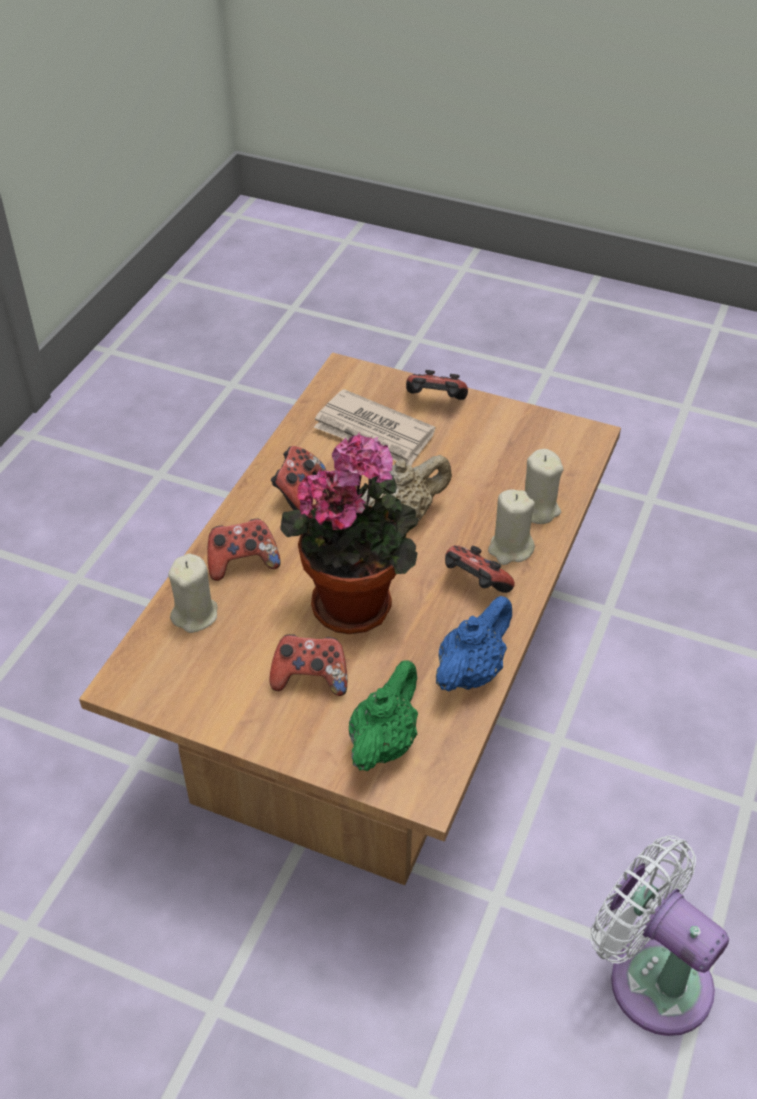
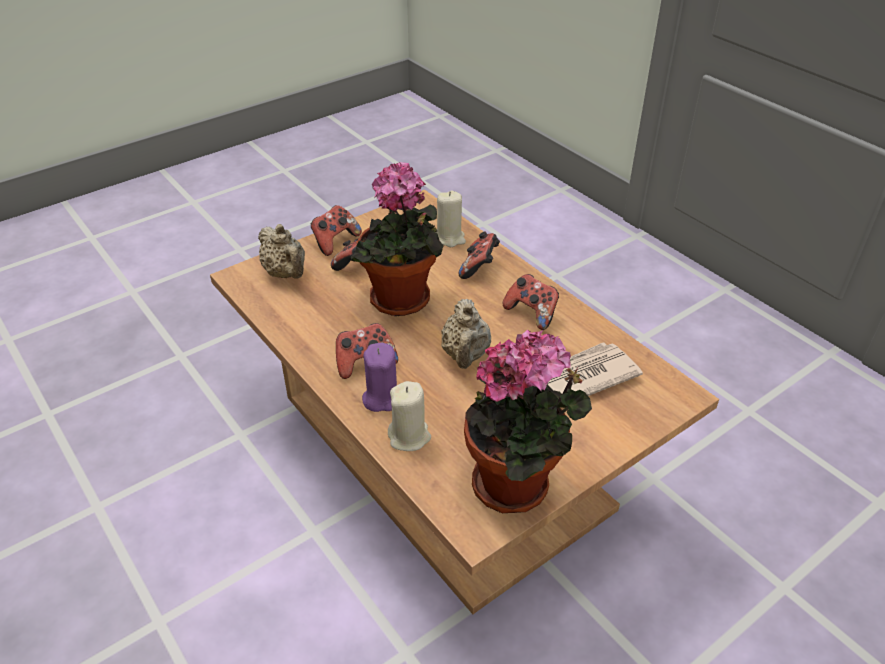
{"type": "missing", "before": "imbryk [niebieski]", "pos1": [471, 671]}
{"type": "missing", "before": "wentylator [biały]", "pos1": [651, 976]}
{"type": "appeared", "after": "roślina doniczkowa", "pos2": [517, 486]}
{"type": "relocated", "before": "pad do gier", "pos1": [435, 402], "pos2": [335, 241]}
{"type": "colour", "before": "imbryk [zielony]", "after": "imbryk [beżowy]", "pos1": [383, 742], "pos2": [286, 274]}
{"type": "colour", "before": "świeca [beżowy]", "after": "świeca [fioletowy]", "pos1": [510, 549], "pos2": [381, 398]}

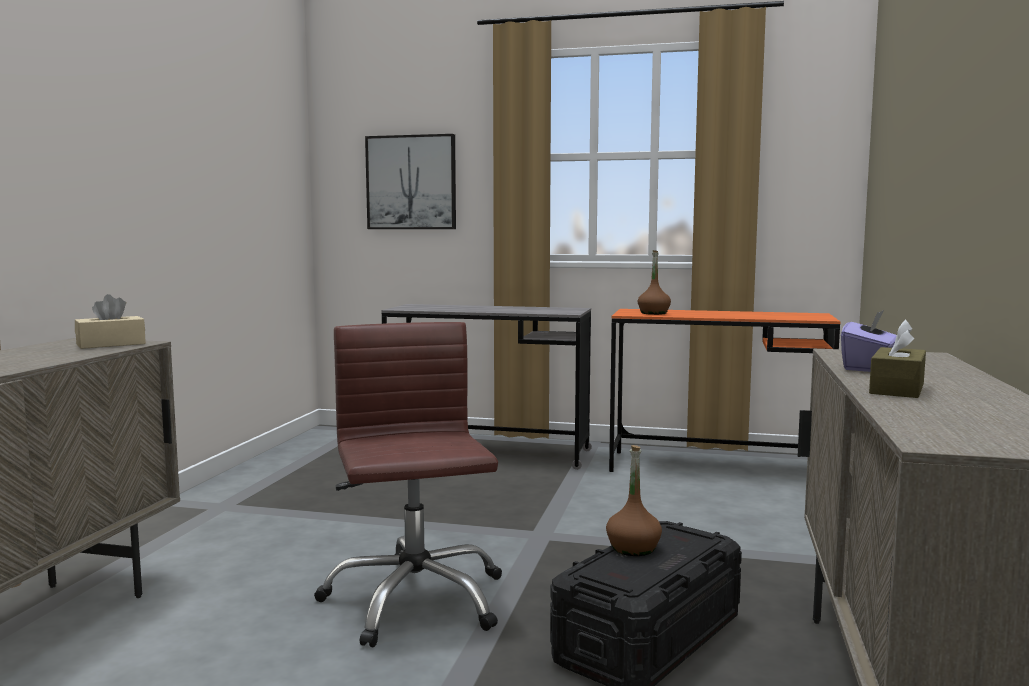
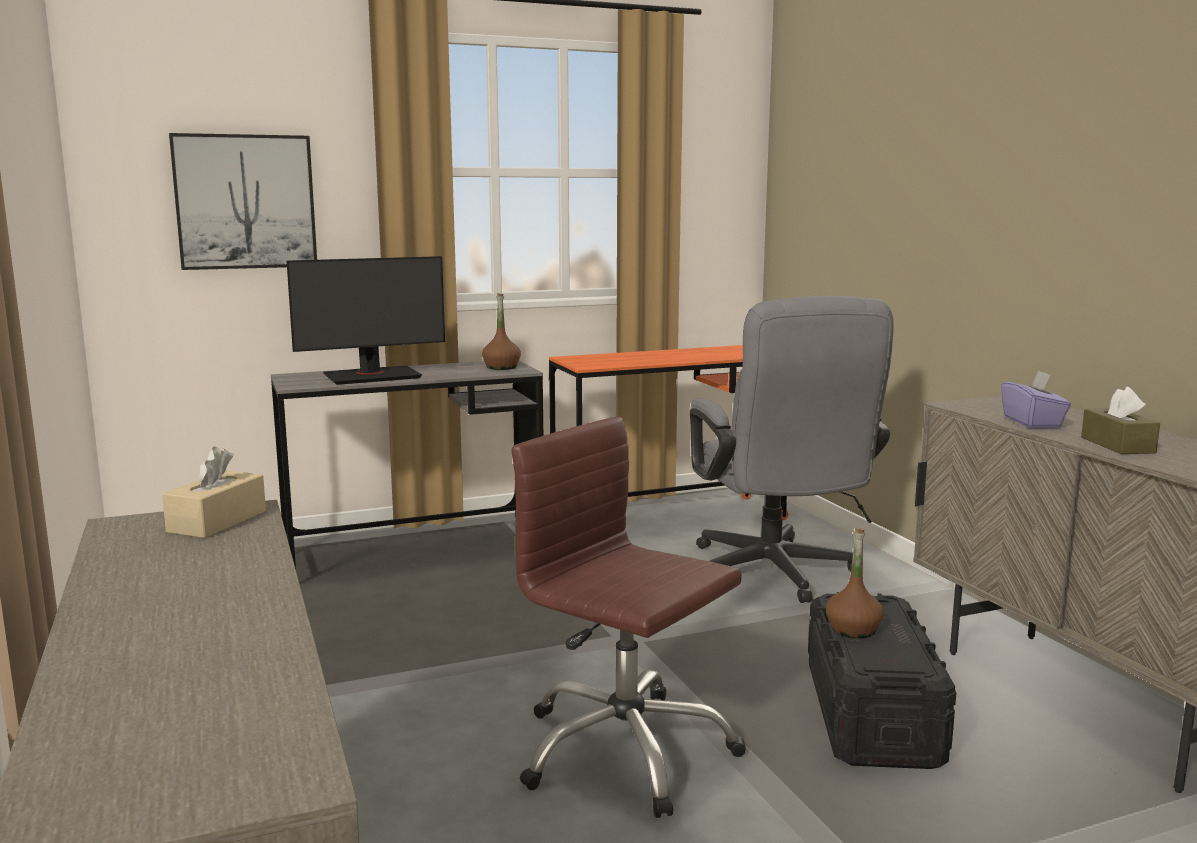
{"type": "appeared", "after": "monitor", "pos2": [372, 376]}
{"type": "appeared", "after": "krzesło biurowe [szary]", "pos2": [776, 575]}
{"type": "relocated", "before": "butelka [brązowy]", "pos1": [654, 313], "pos2": [501, 367]}

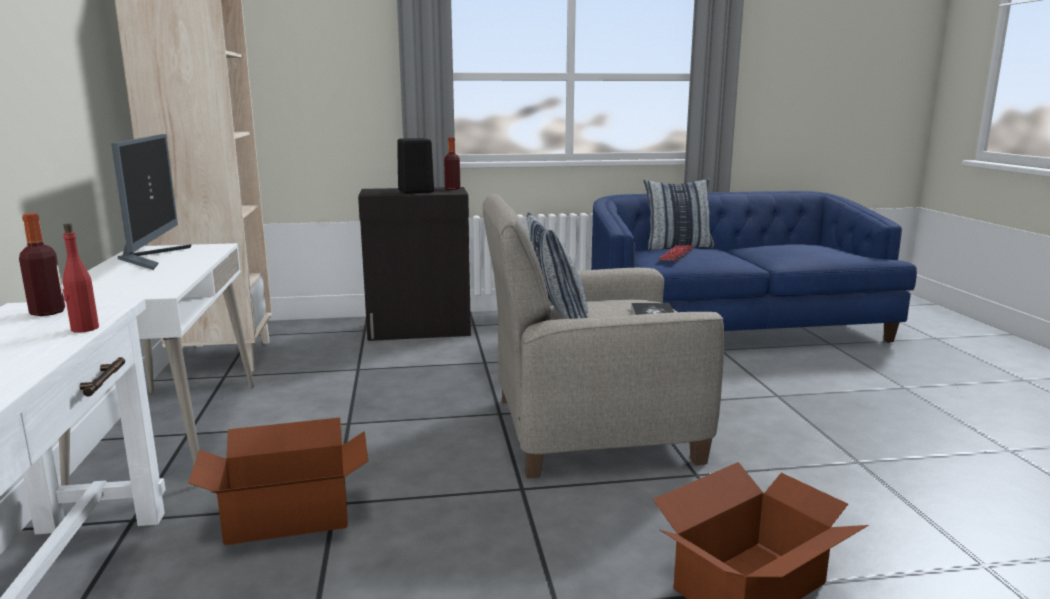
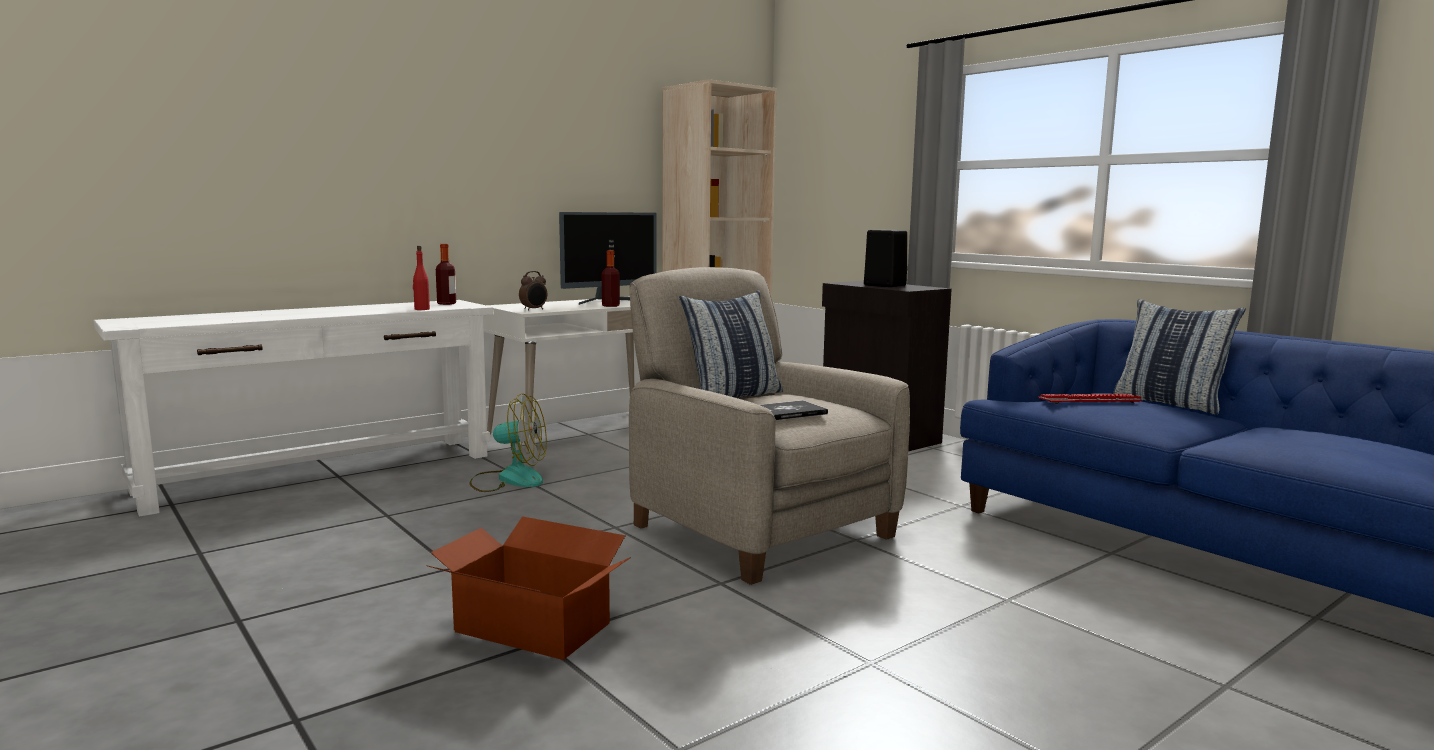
{"type": "appeared", "after": "budzik", "pos2": [534, 309]}
{"type": "relocated", "before": "butelka", "pos1": [452, 189], "pos2": [610, 306]}
{"type": "exchanged", "before": "karton", "after": "wentylator", "pos1": [287, 516], "pos2": [509, 479]}

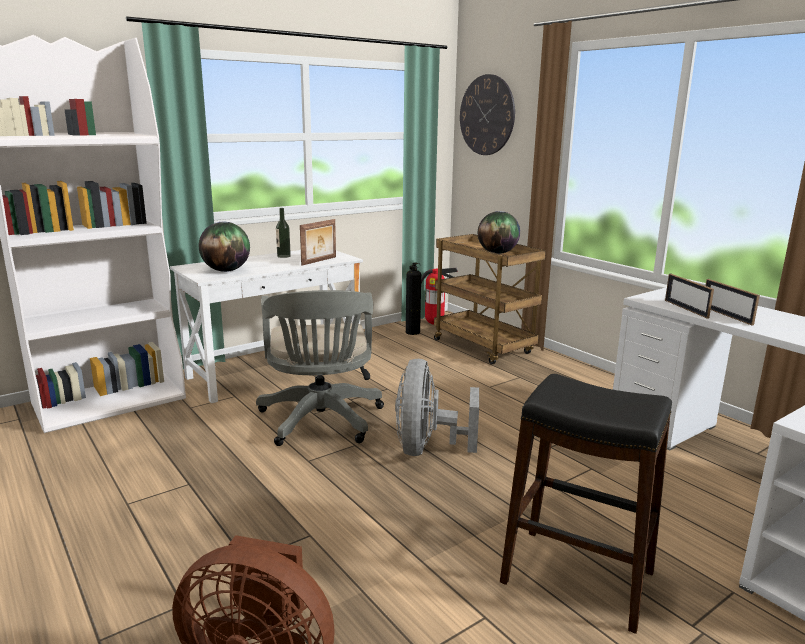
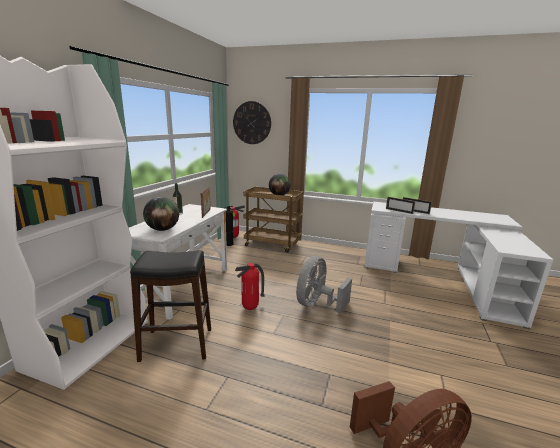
{"type": "relocated", "before": "stołek [czarny]", "pos1": [576, 577], "pos2": [176, 344]}
{"type": "exchanged", "before": "krzesło biurowe [szary]", "after": "gaśnica", "pos1": [321, 422], "pos2": [250, 309]}
{"type": "spun", "before": "wentylator [szary]", "pos1": [427, 448], "pos2": [317, 304], "turn": 60}

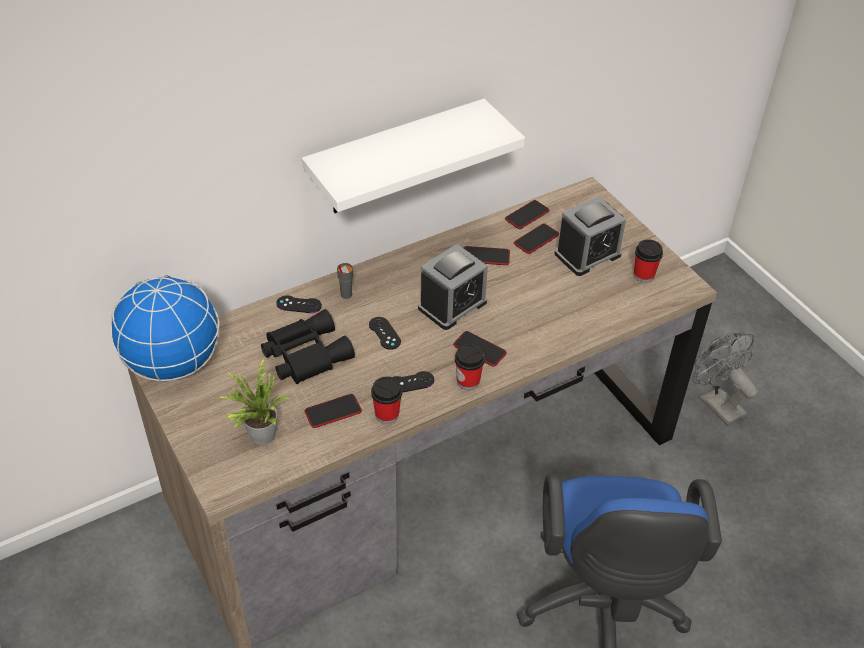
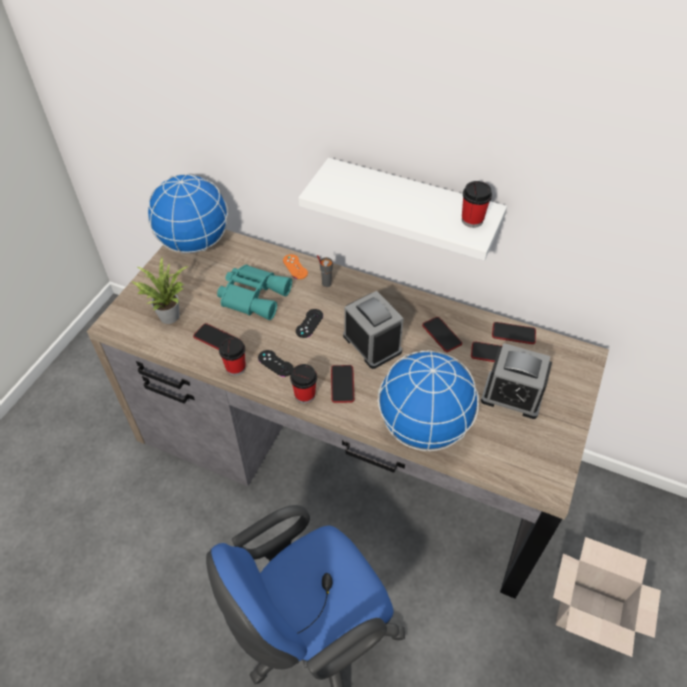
{"type": "appeared", "after": "globus", "pos2": [424, 427]}
{"type": "relocated", "before": "filiżanka", "pos1": [643, 275], "pos2": [472, 220]}
{"type": "exchanged", "before": "wentylator [szary]", "after": "karton", "pos1": [716, 403], "pos2": [587, 614]}
{"type": "colour", "before": "lornetka [czarny]", "after": "lornetka [turkusowy]", "pos1": [304, 354], "pos2": [254, 295]}
{"type": "colour", "before": "pad do gier [czarny]", "after": "pad do gier [pomarańczowy]", "pos1": [299, 304], "pos2": [295, 267]}
{"type": "spun", "before": "budzik", "pos1": [452, 305], "pos2": [372, 344], "turn": -135}

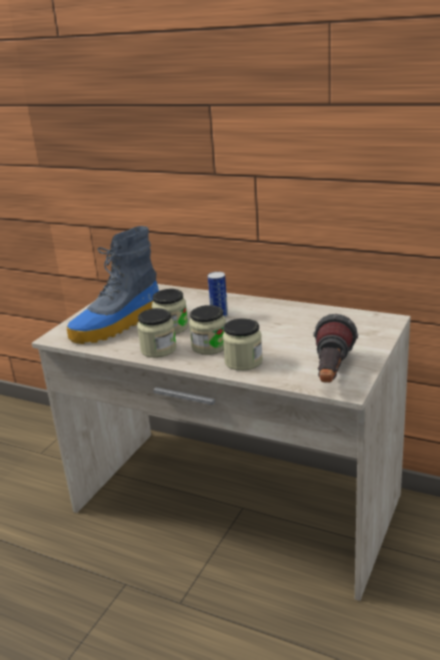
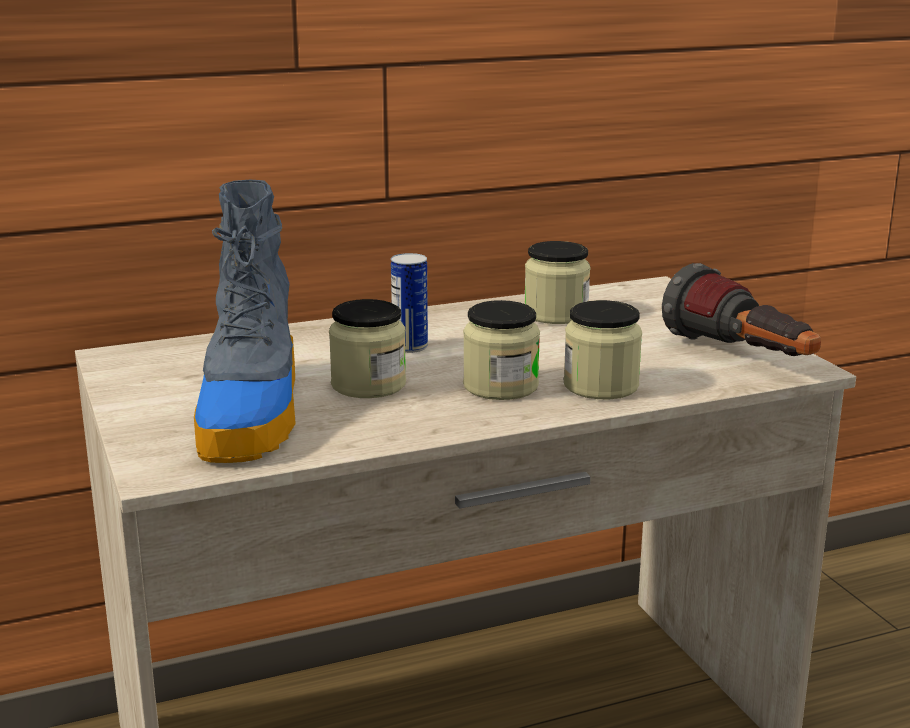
{"type": "relocated", "before": "słoik", "pos1": [158, 349], "pos2": [556, 314]}

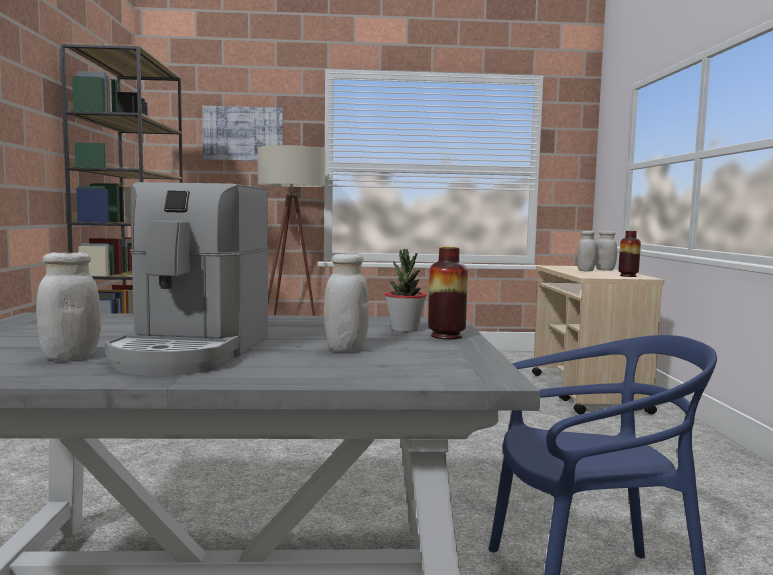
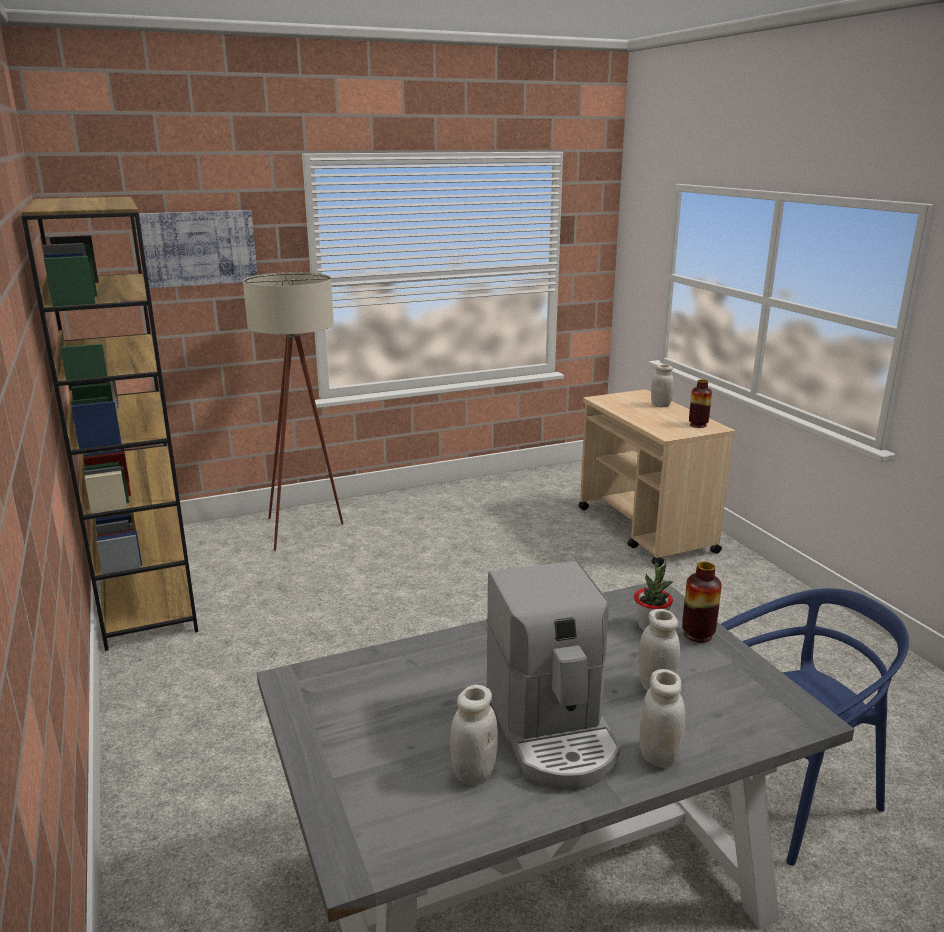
{"type": "relocated", "before": "słoik [biały]", "pos1": [586, 271], "pos2": [658, 755]}

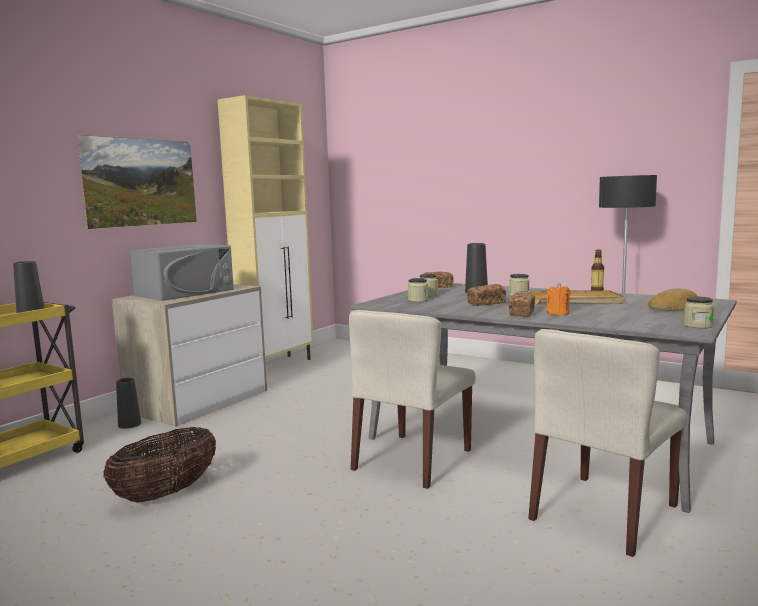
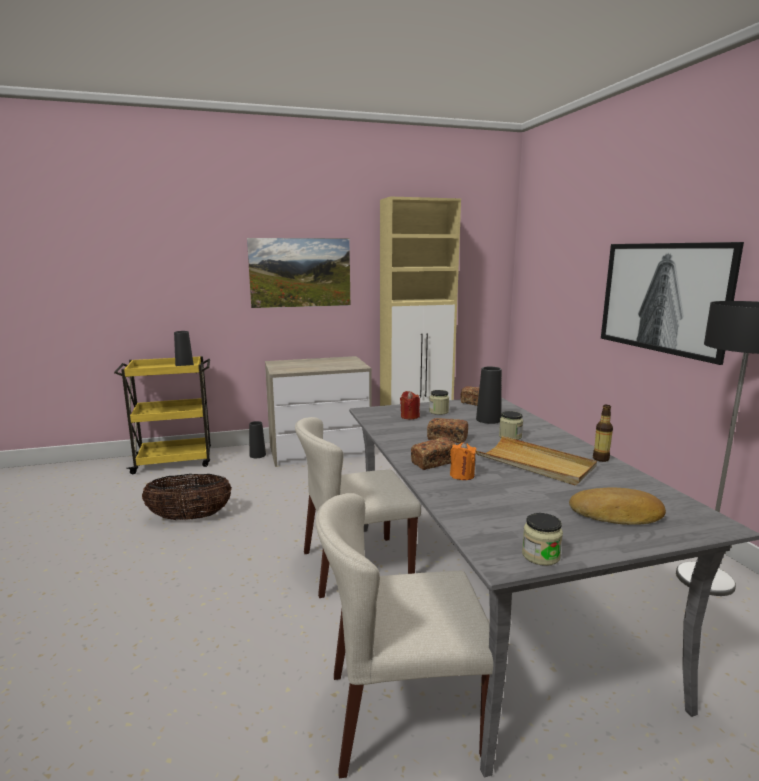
{"type": "missing", "before": "mikrofalówka [szary]", "pos1": [185, 292]}
{"type": "appeared", "after": "obraz", "pos2": [664, 297]}
{"type": "exchanged", "before": "słoik", "after": "świeca [czerwony]", "pos1": [418, 300], "pos2": [409, 416]}

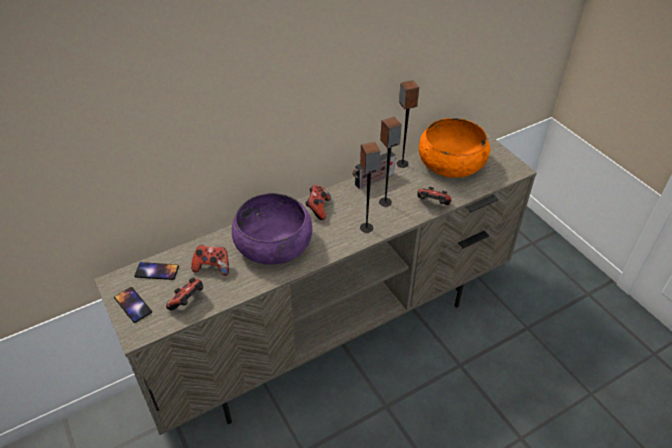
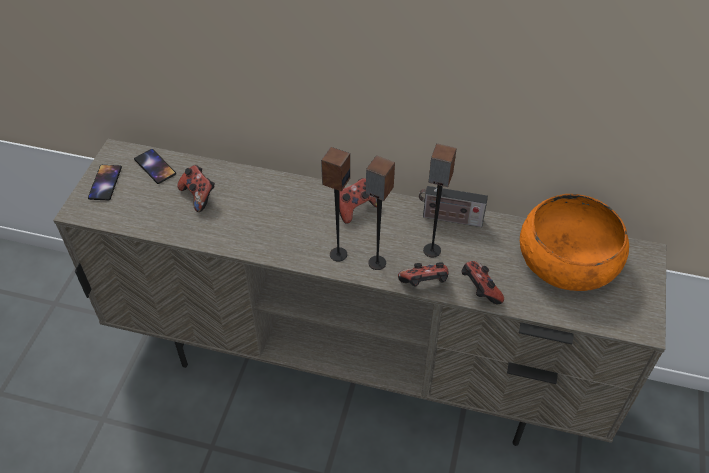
{"type": "missing", "before": "miska [fioletowy]", "pos1": [273, 243]}
{"type": "relocated", "before": "pad do gier", "pos1": [188, 301], "pos2": [424, 284]}
{"type": "relocated", "before": "głośnik", "pos1": [402, 163], "pos2": [338, 254]}

